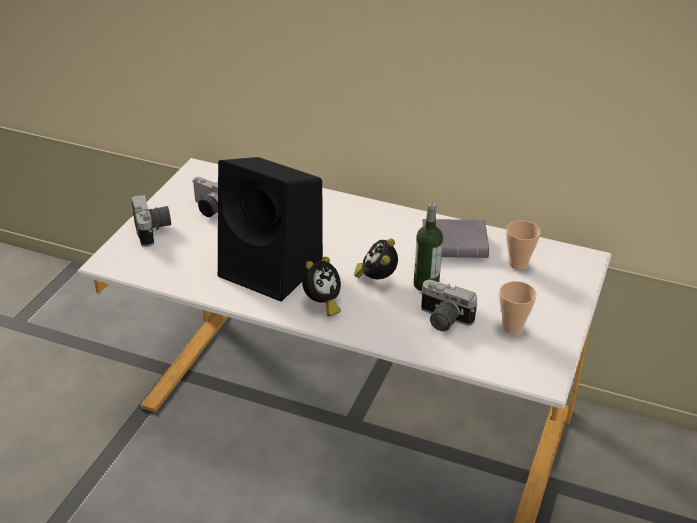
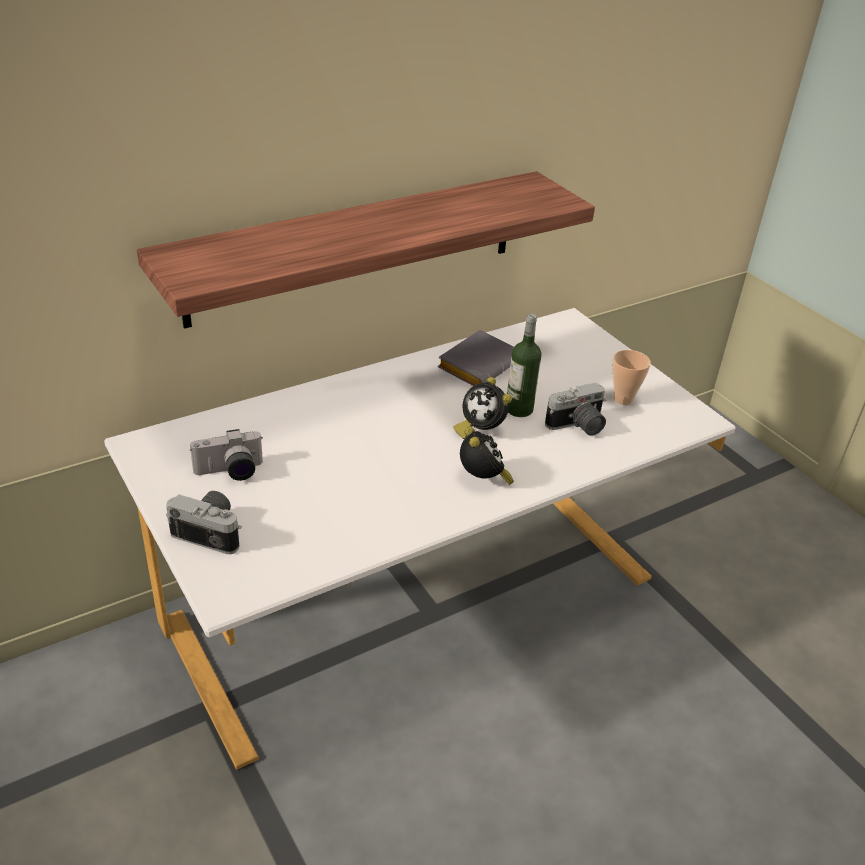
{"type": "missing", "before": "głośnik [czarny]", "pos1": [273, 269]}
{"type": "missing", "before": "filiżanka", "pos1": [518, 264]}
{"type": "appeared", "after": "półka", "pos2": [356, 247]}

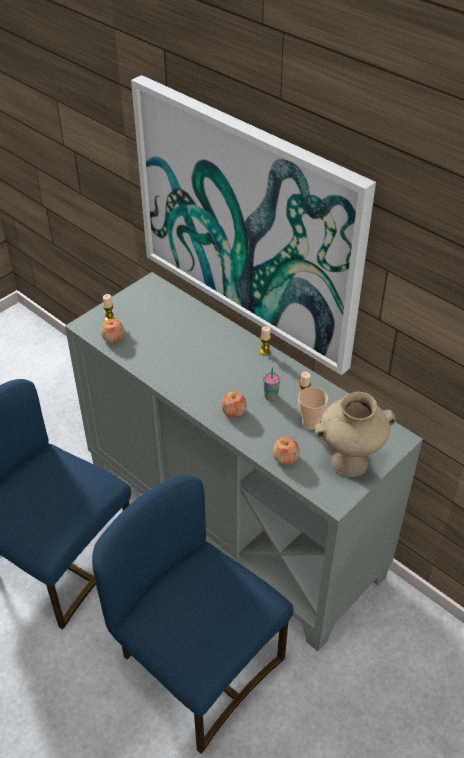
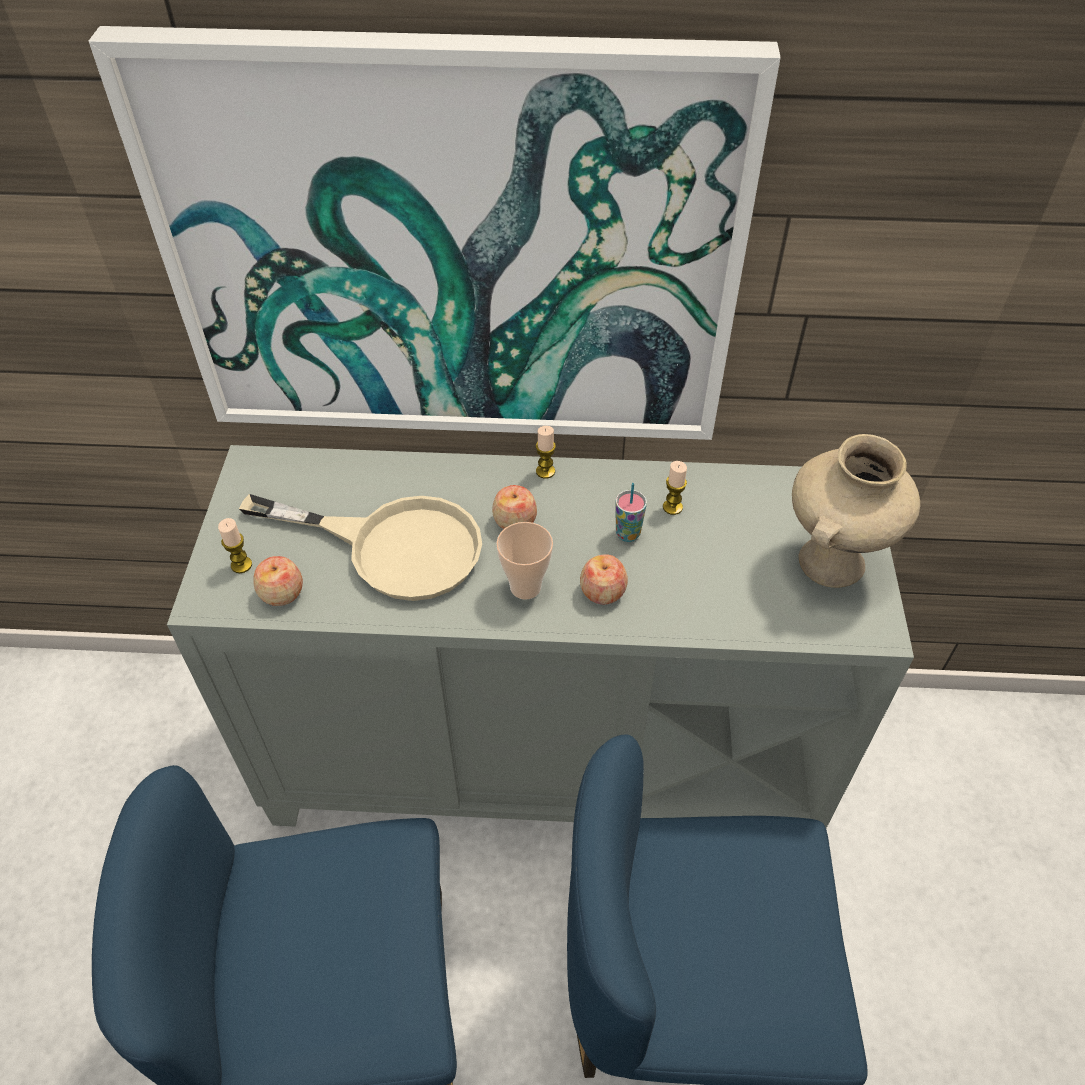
{"type": "appeared", "after": "patelnia [beżowy]", "pos2": [393, 546]}
{"type": "relocated", "before": "jabłko", "pos1": [285, 458], "pos2": [515, 521]}
{"type": "relocated", "before": "filiżanka", "pos1": [310, 423], "pos2": [525, 587]}

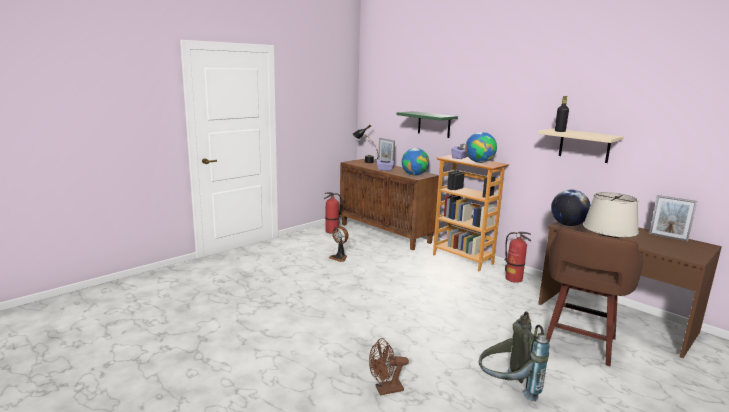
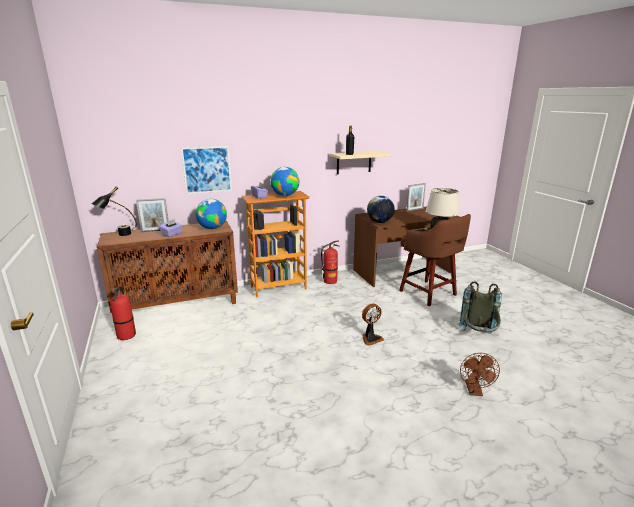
{"type": "relocated", "before": "wentylator", "pos1": [339, 257], "pos2": [371, 338]}
{"type": "exchanged", "before": "półka [zielony]", "after": "obraz", "pos1": [434, 124], "pos2": [207, 169]}

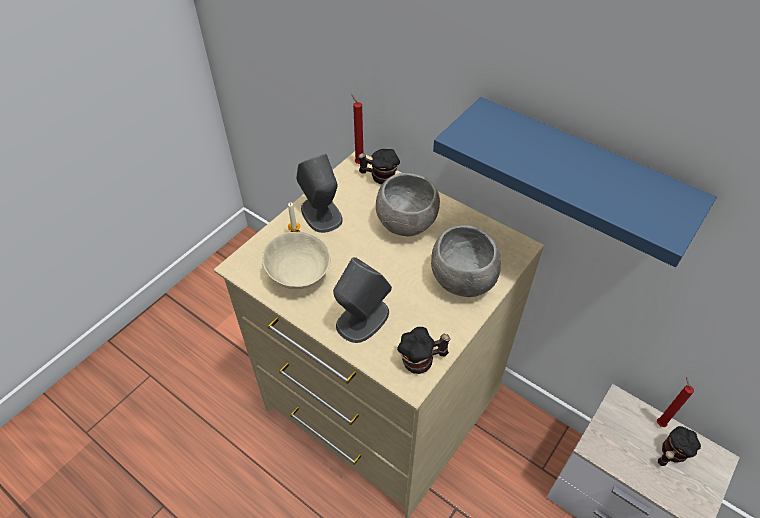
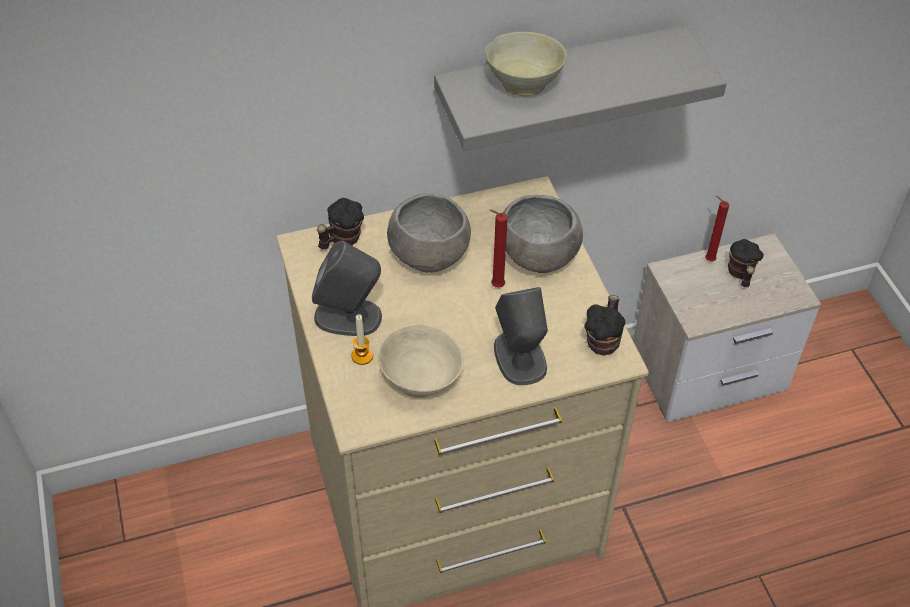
{"type": "appeared", "after": "miska [beżowy]", "pos2": [525, 83]}
{"type": "relocated", "before": "świeca [czerwony]", "pos1": [358, 163], "pos2": [495, 286]}
{"type": "colour", "before": "półka [niebieski]", "after": "półka [szary]", "pos1": [578, 176], "pos2": [559, 86]}

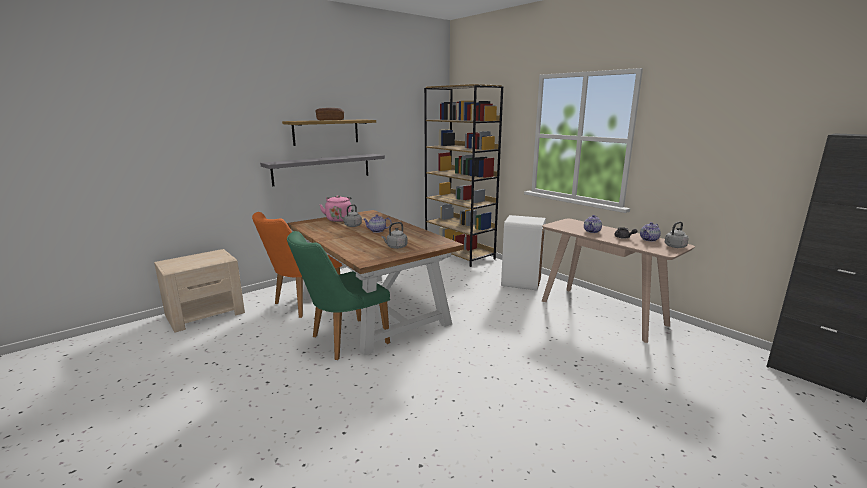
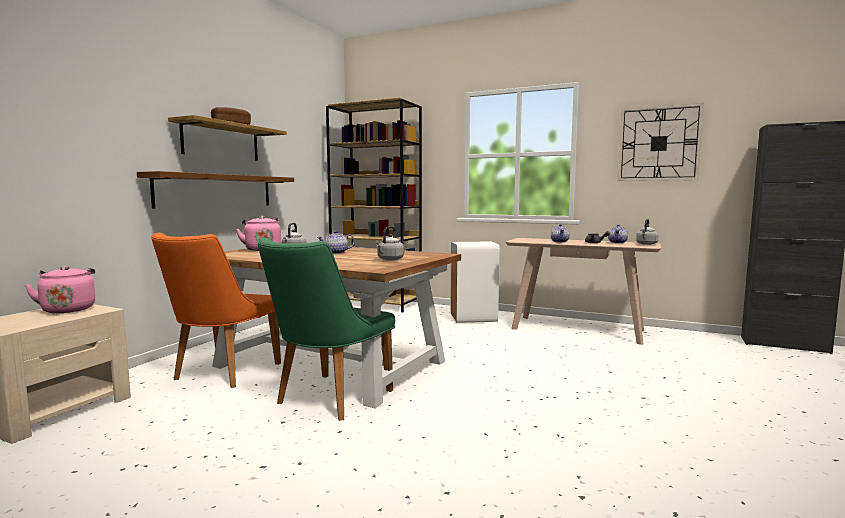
{"type": "appeared", "after": "czajnik [różowy]", "pos2": [68, 309]}
{"type": "appeared", "after": "zegar ścienny", "pos2": [658, 143]}
{"type": "colour", "before": "półka [szary]", "after": "półka [brązowy]", "pos1": [322, 169], "pos2": [216, 191]}

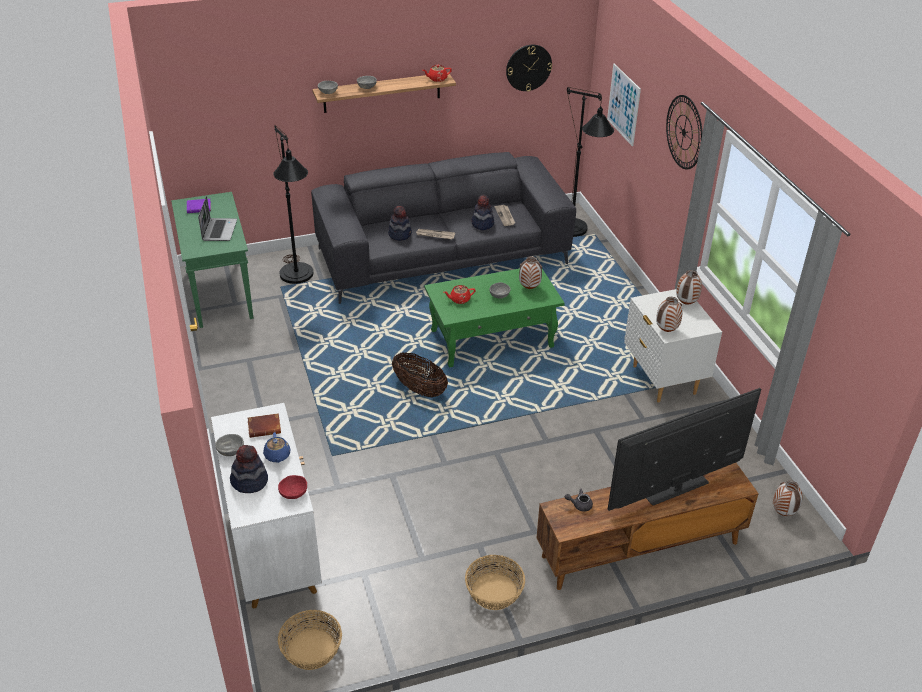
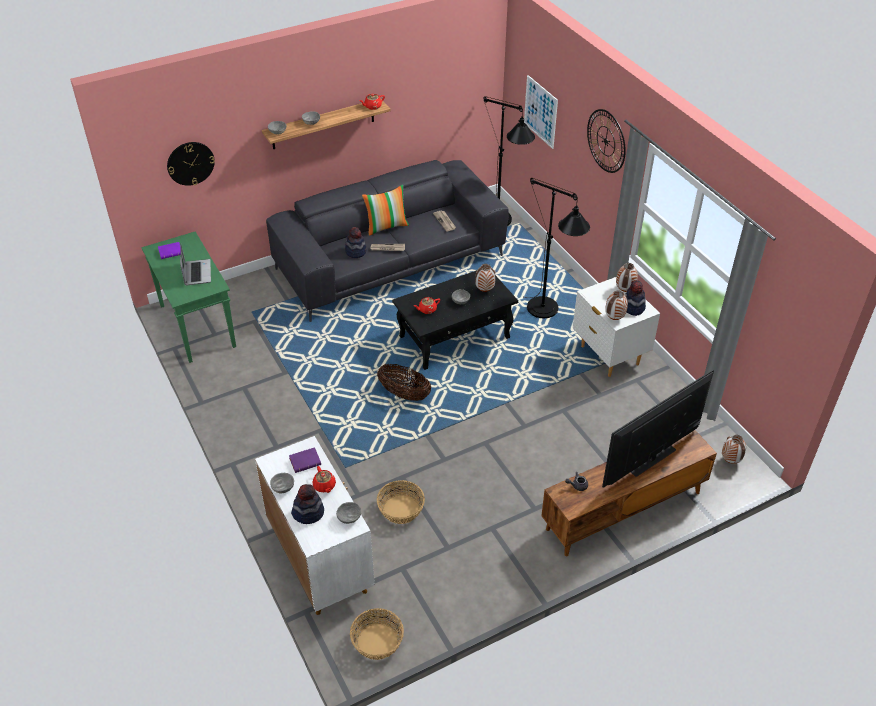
{"type": "appeared", "after": "poduszka", "pos2": [386, 226]}
{"type": "relocated", "before": "lampa stojąca [czarny]", "pos1": [298, 279], "pos2": [547, 314]}
{"type": "relocated", "before": "koszyk", "pos1": [494, 592], "pos2": [401, 510]}
{"type": "relocated", "before": "kapelusz", "pos1": [482, 224], "pos2": [633, 307]}
{"type": "relocated", "before": "zegar ścienny", "pos1": [528, 67], "pos2": [190, 163]}
{"type": "colour", "before": "książka [brązowy]", "after": "książka [fioletowy]", "pos1": [265, 427], "pos2": [306, 461]}
{"type": "colour", "before": "imbryk [niebieski]", "after": "imbryk [czerwony]", "pos1": [277, 456], "pos2": [324, 486]}
{"type": "colour", "before": "miska [czerwony]", "after": "miska [szary]", "pos1": [293, 493], "pos2": [349, 517]}
{"type": "colour", "before": "ława [zielony]", "after": "ława [czarny]", "pos1": [492, 338], "pos2": [455, 337]}

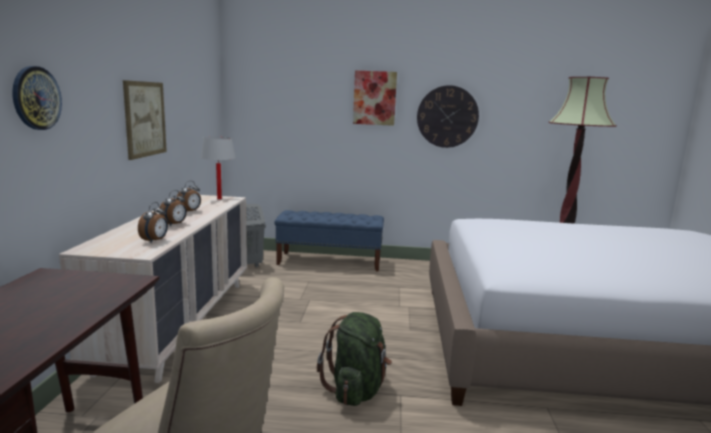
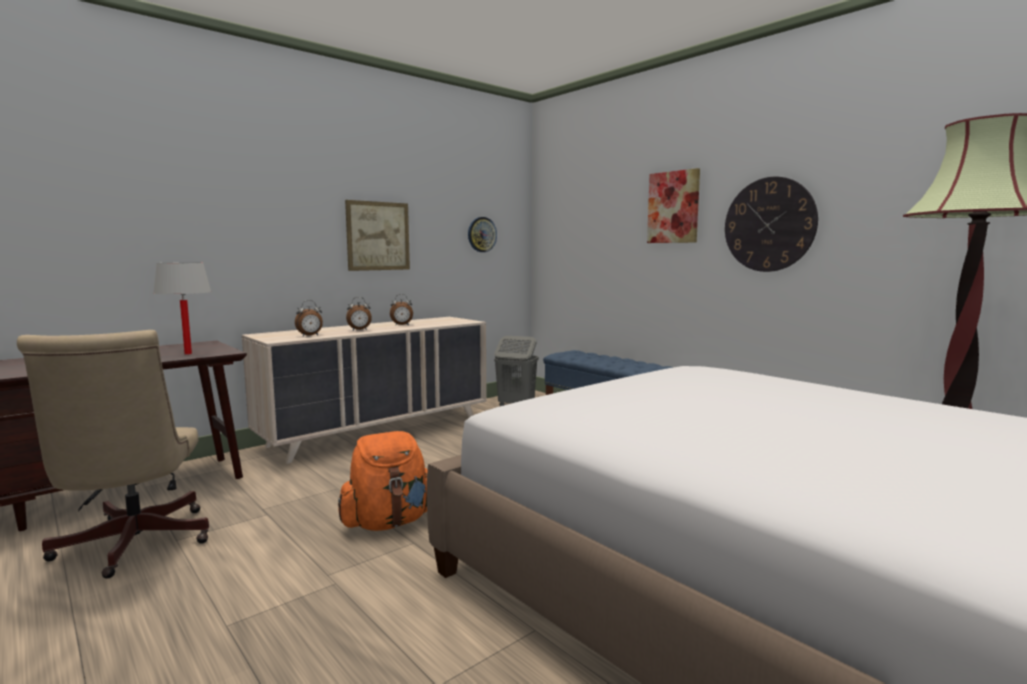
{"type": "relocated", "before": "zegar ścienny", "pos1": [36, 98], "pos2": [481, 234]}
{"type": "relocated", "before": "lampa stołowa [biały]", "pos1": [219, 199], "pos2": [188, 354]}
{"type": "colour", "before": "plecak [zielony]", "after": "plecak [pomarańczowy]", "pos1": [356, 390], "pos2": [389, 522]}

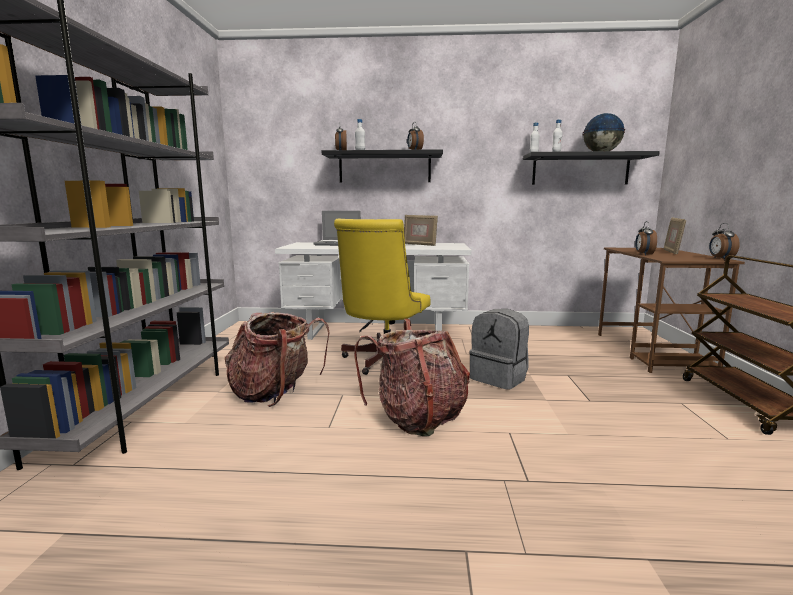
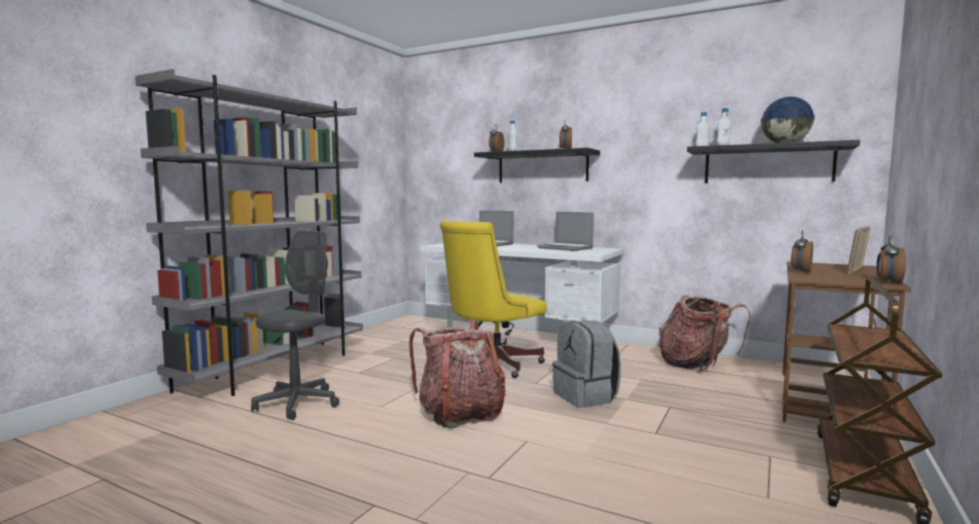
{"type": "appeared", "after": "krzesło biurowe [szary]", "pos2": [297, 404]}
{"type": "relocated", "before": "plecak", "pos1": [275, 393], "pos2": [697, 365]}
{"type": "exchanged", "before": "ramka na zdjęcie", "after": "laptop", "pos1": [419, 244], "pos2": [566, 248]}

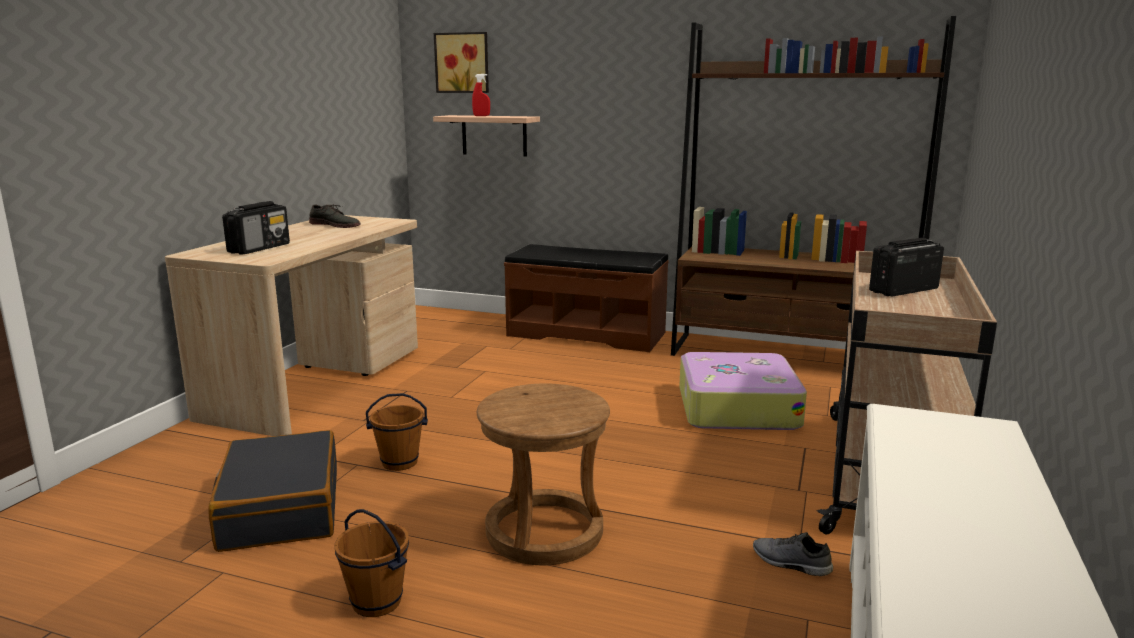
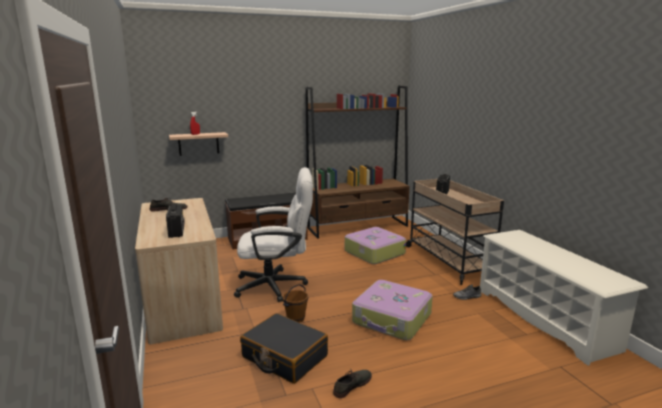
{"type": "missing", "before": "wiadro [brązowy]", "pos1": [376, 603]}
{"type": "missing", "before": "obraz", "pos1": [463, 63]}
{"type": "appeared", "after": "krzesło biurowe [biały]", "pos2": [277, 285]}
{"type": "appeared", "after": "but [szary]", "pos2": [352, 385]}
{"type": "exchanged", "before": "stołek [brązowy]", "after": "walizka", "pos1": [545, 532], "pos2": [392, 319]}

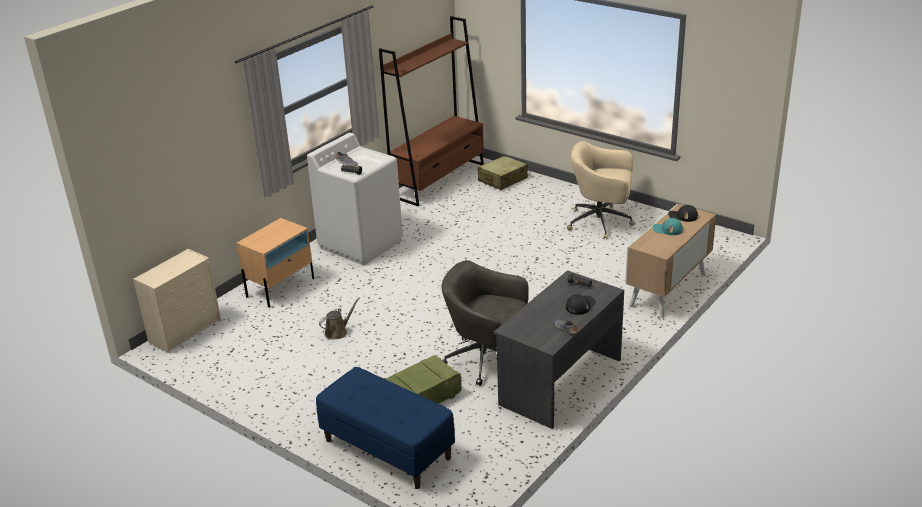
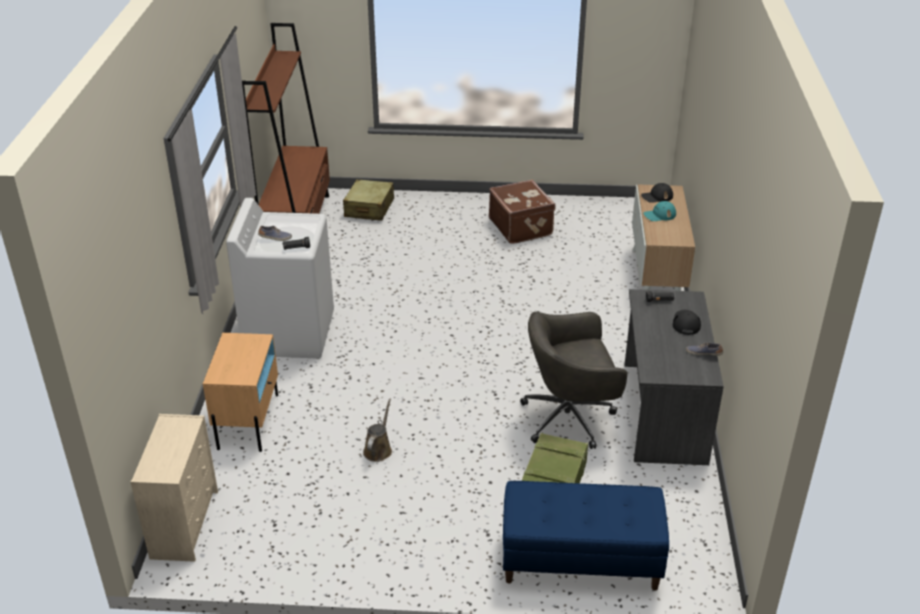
{"type": "exchanged", "before": "krzesło biurowe [beżowy]", "after": "walizka [brązowy]", "pos1": [601, 222], "pos2": [521, 227]}

